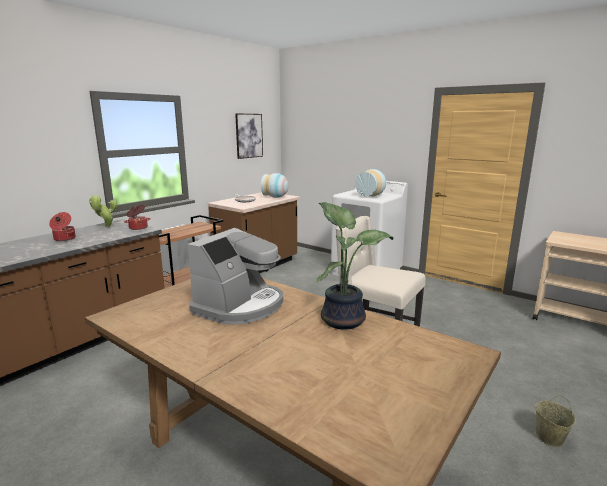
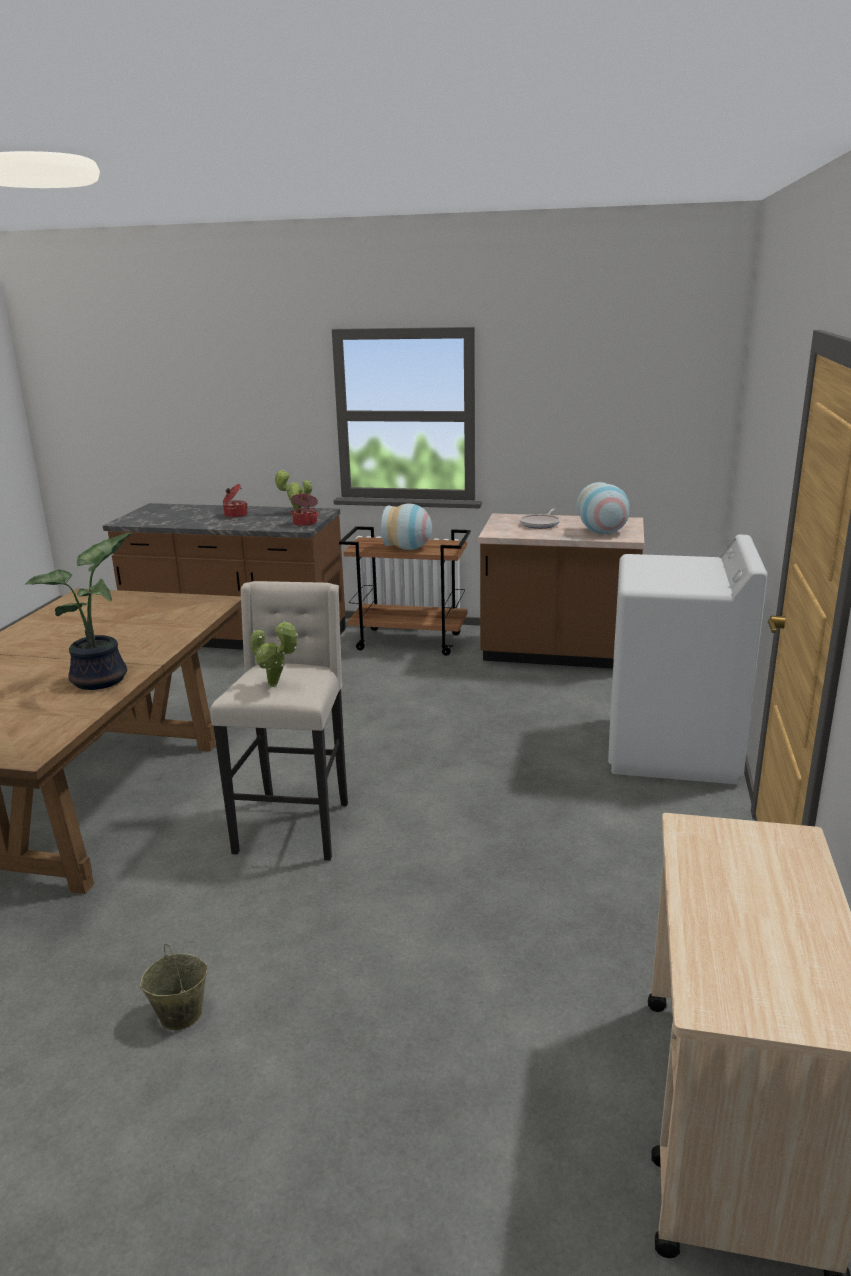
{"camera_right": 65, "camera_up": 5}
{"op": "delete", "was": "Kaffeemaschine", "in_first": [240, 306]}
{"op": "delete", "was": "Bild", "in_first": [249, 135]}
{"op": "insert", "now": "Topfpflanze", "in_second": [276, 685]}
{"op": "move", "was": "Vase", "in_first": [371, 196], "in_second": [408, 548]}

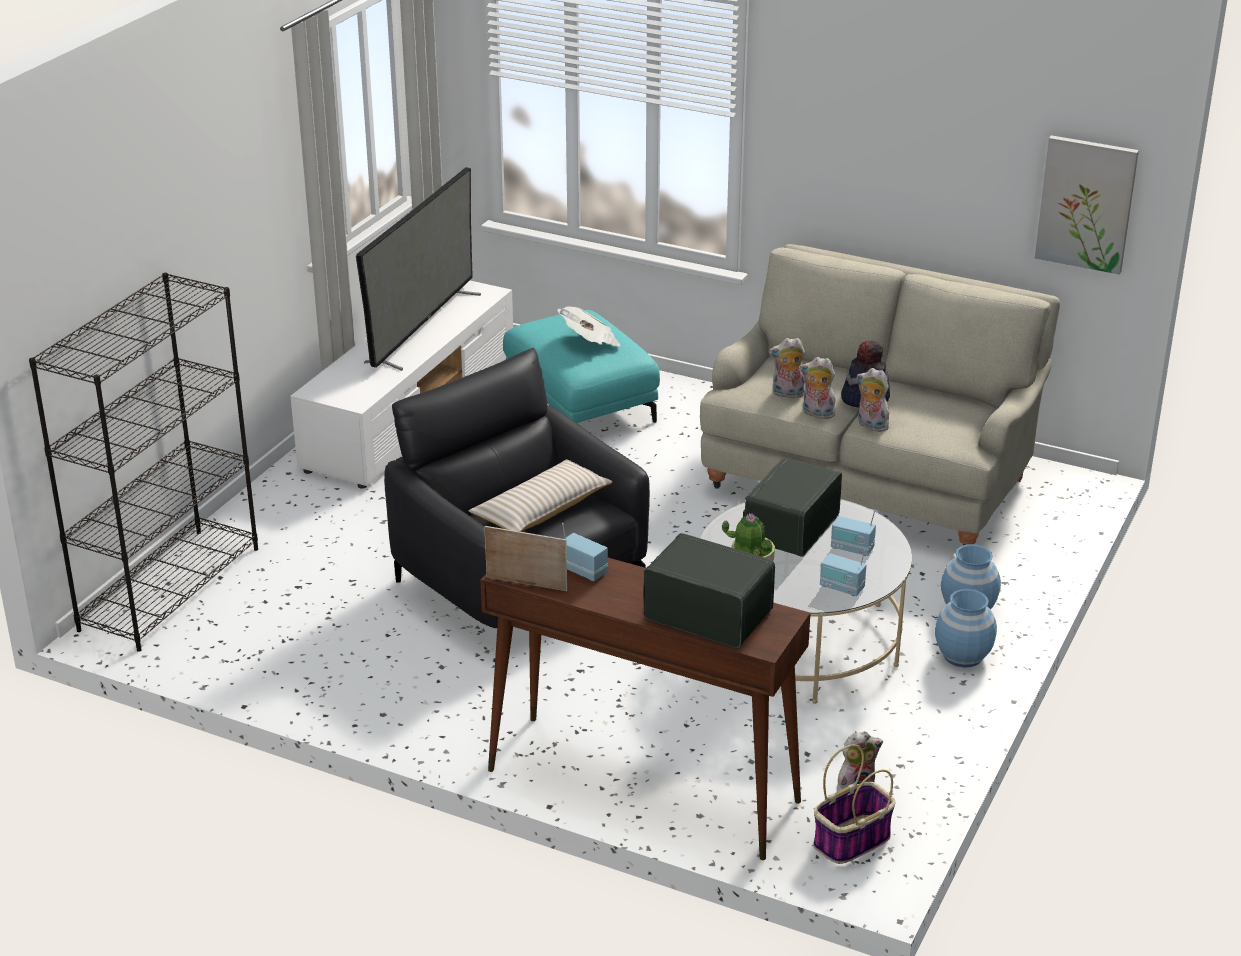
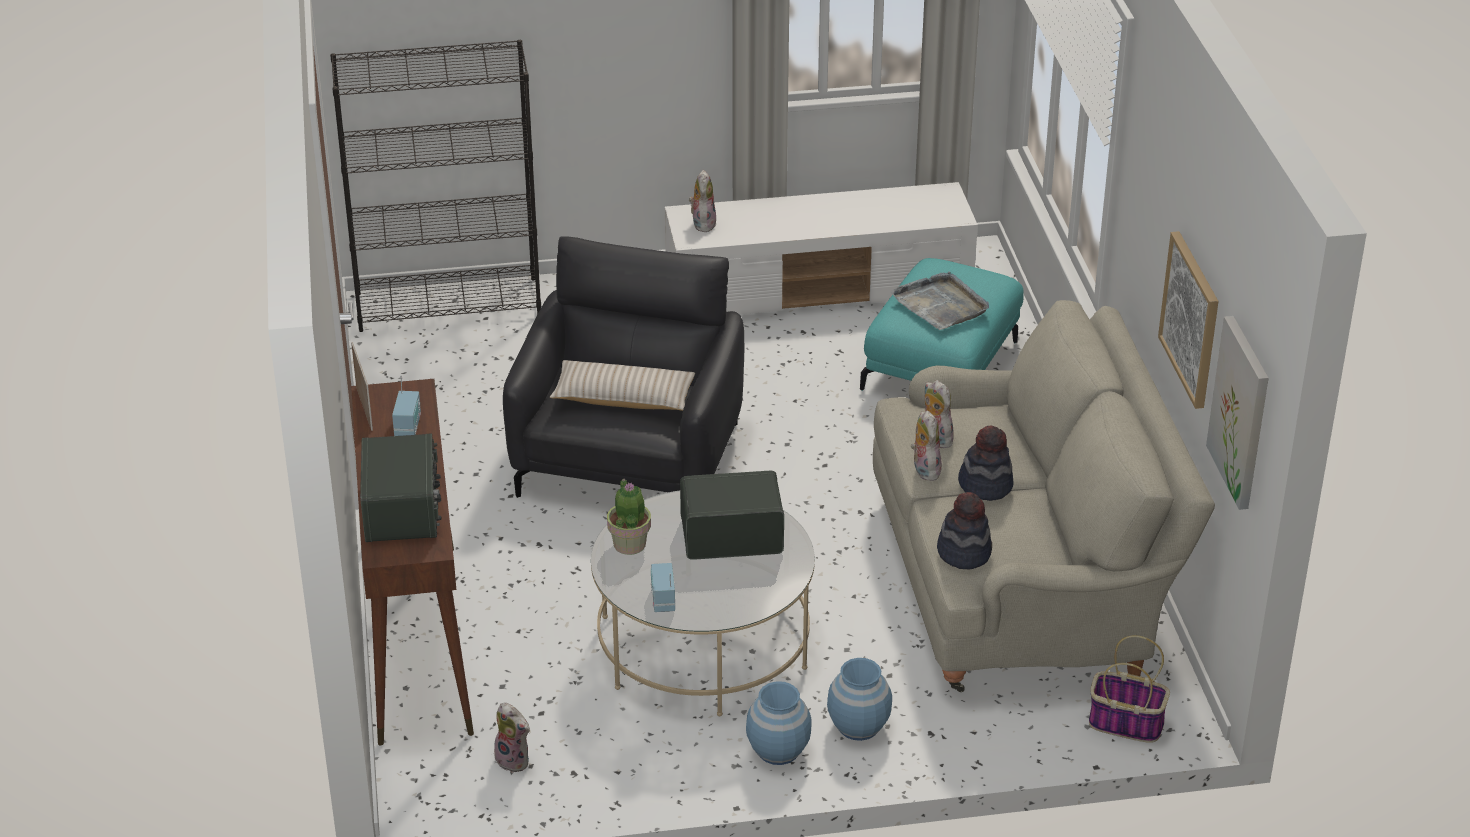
{"camera_right": 55, "camera_up": 5}
{"op": "delete", "was": "Fernseher", "in_first": [423, 328]}
{"op": "delete", "was": "Radio", "in_first": [852, 549]}
{"op": "insert", "now": "Hut", "in_second": [964, 552]}
{"op": "insert", "now": "Bild", "in_second": [1191, 319]}
{"op": "move", "was": "Korb", "in_first": [851, 841], "in_second": [1124, 723]}
{"op": "move", "was": "Plüschtier", "in_first": [870, 425], "in_second": [702, 223]}
{"op": "replace", "was": "Zeitung", "now": "Tablett [grau]", "in_first": [590, 342], "in_second": [941, 304]}

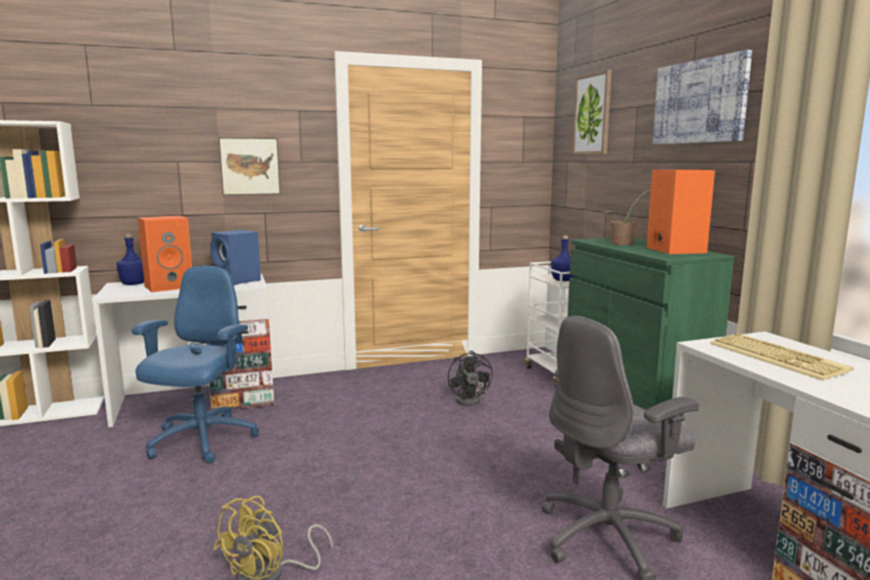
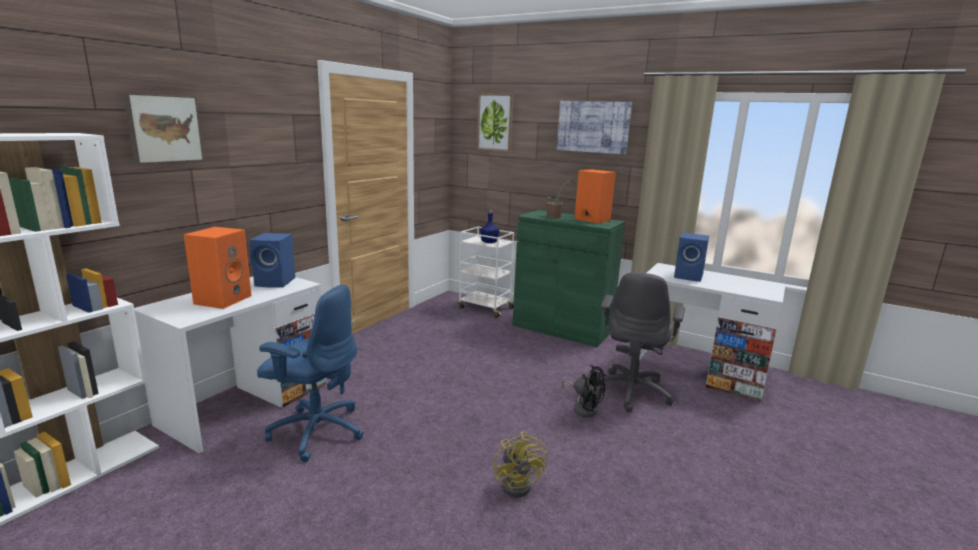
{"camera_right": -40, "camera_up": 5}
{"op": "delete", "was": "Flasche [blau]", "in_first": [133, 284]}
{"op": "move", "was": "Bild", "in_first": [249, 166], "in_second": [164, 128]}
{"op": "move", "was": "Ventilator [schwarz]", "in_first": [471, 399], "in_second": [583, 408]}
{"op": "replace", "was": "Tastatur", "now": "Lautsprecher [blau]", "in_first": [778, 357], "in_second": [689, 276]}
{"op": "rotate", "was": "Bürostuhl [blau]", "in_first": [201, 441], "in_second": [316, 430], "clockwise": 135}

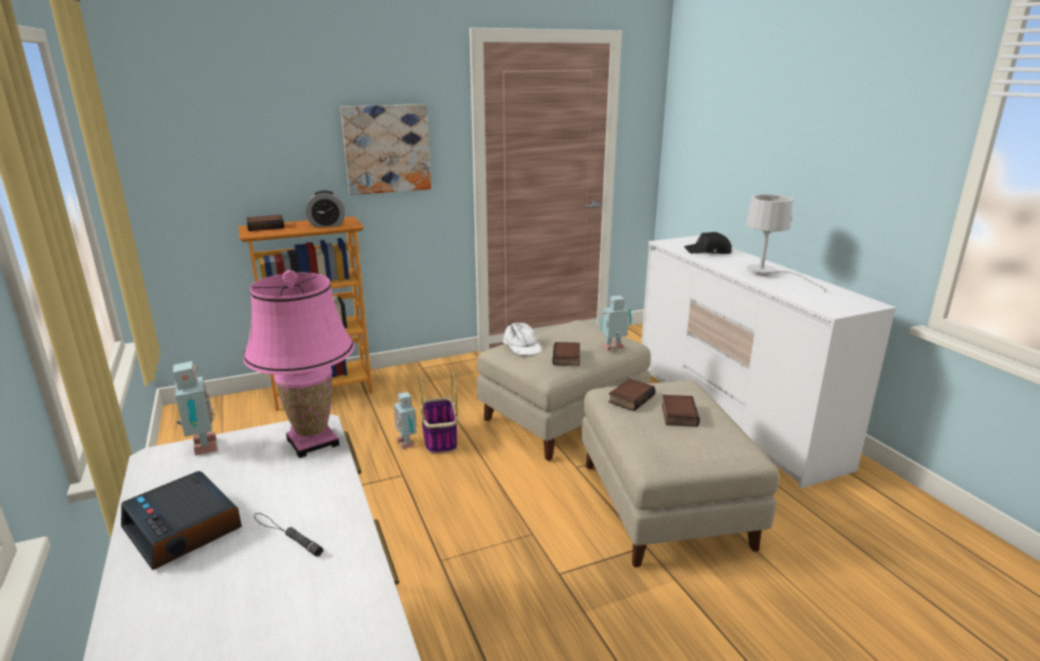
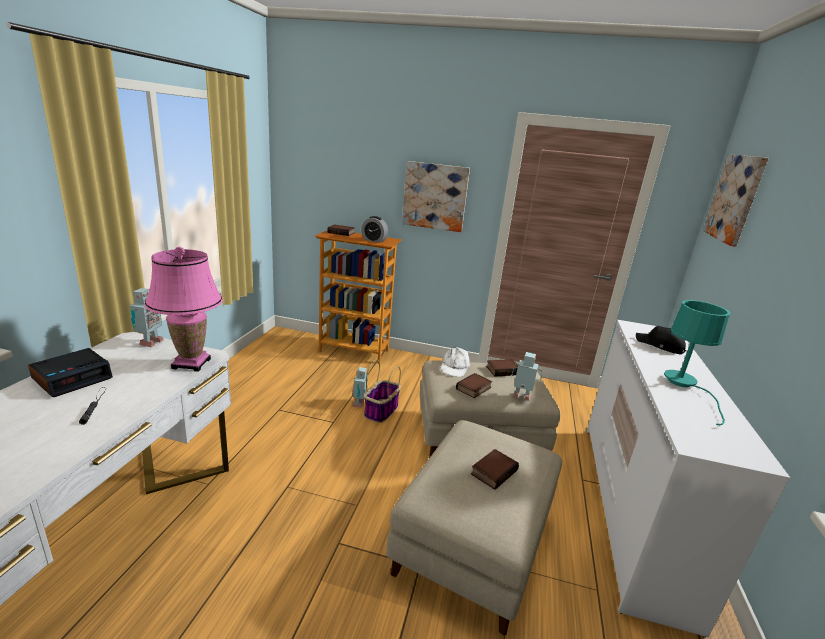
{"camera_right": 35, "camera_up": 0}
{"op": "insert", "now": "Bild", "in_second": [735, 198]}
{"op": "move", "was": "Buch", "in_first": [630, 398], "in_second": [503, 370]}
{"op": "recolor", "was": "Tischlampe [weiß]", "now": "Tischlampe [türkis]", "in_first": [769, 275], "in_second": [685, 386]}
{"op": "rotate", "was": "Wecker", "in_first": [184, 528], "in_second": [73, 378], "clockwise": -135}

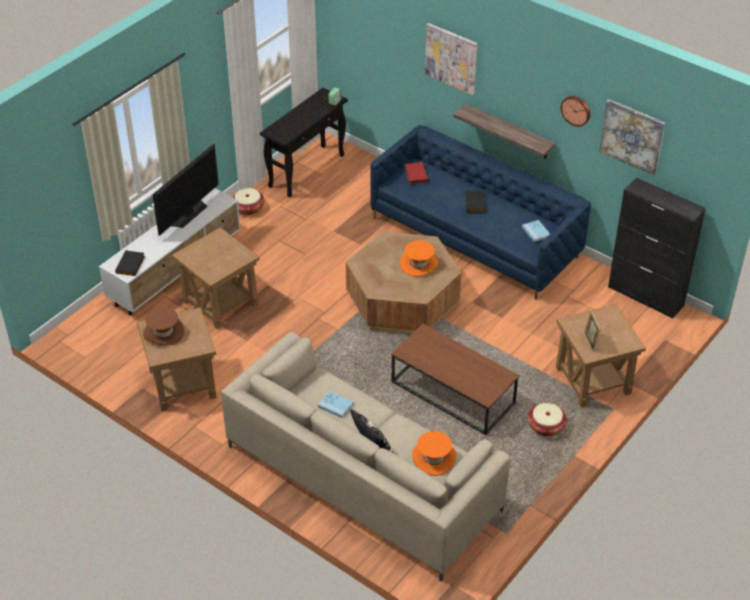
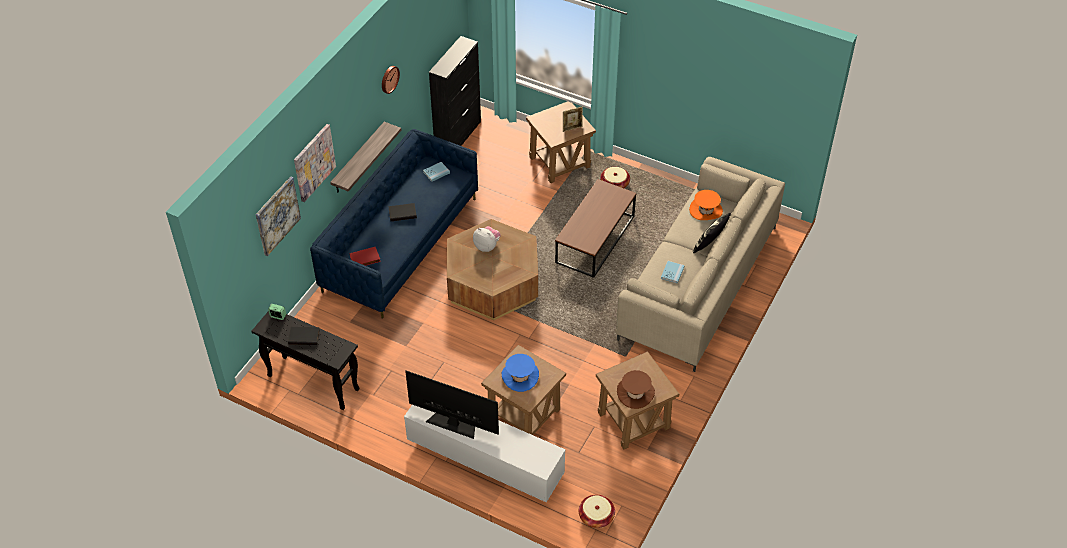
{"camera_right": -100, "camera_up": 5}
{"op": "insert", "now": "Hut [blau]", "in_second": [520, 376]}
{"op": "move", "was": "Buch [schwarz]", "in_first": [131, 265], "in_second": [304, 336]}
{"op": "move", "was": "Korb", "in_first": [248, 208], "in_second": [596, 517]}
{"op": "move", "was": "Bild", "in_first": [632, 136], "in_second": [277, 215]}
{"op": "replace", "was": "Hut [orange]", "now": "Plüschtier", "in_first": [419, 264], "in_second": [487, 246]}

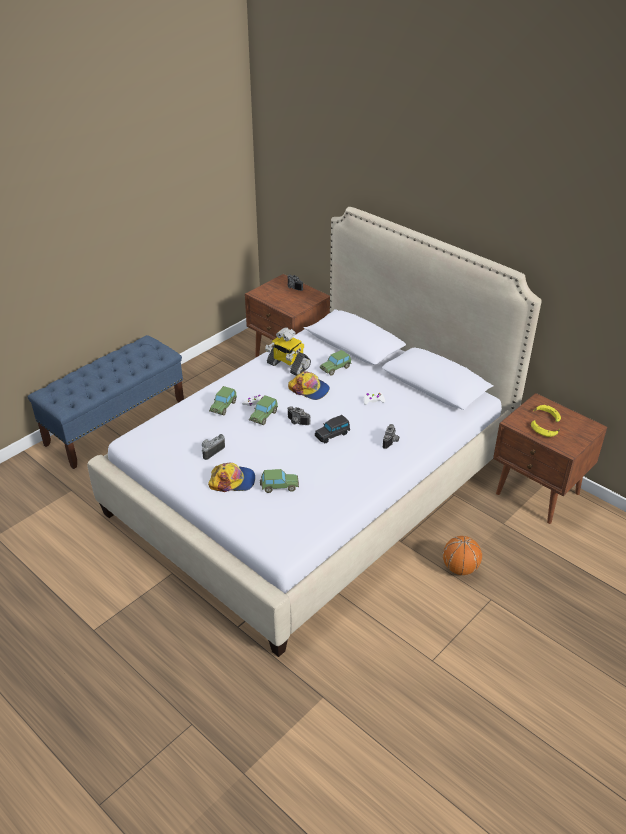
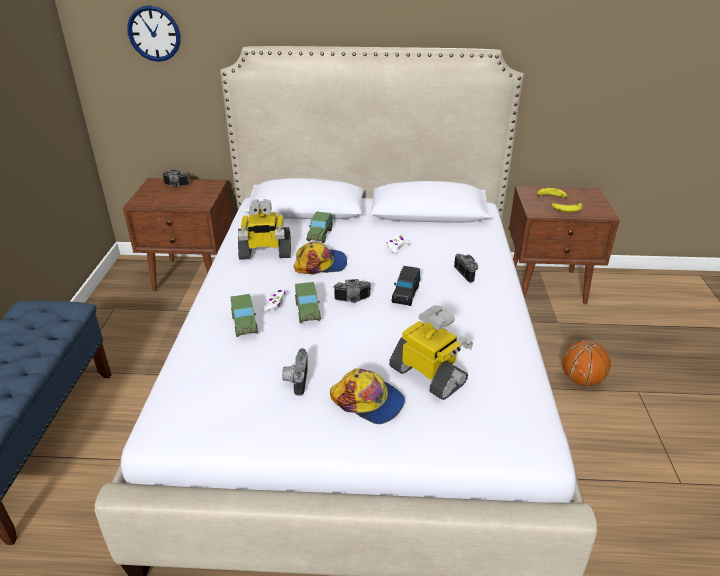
{"camera_right": -40, "camera_up": -5}
{"op": "insert", "now": "Wanduhr", "in_second": [154, 33]}
{"op": "replace", "was": "Spielzeugauto", "now": "Spielzeugroboter", "in_first": [279, 486], "in_second": [429, 375]}
{"op": "rotate", "was": "Kappe", "in_first": [232, 481], "in_second": [368, 401], "clockwise": 75}

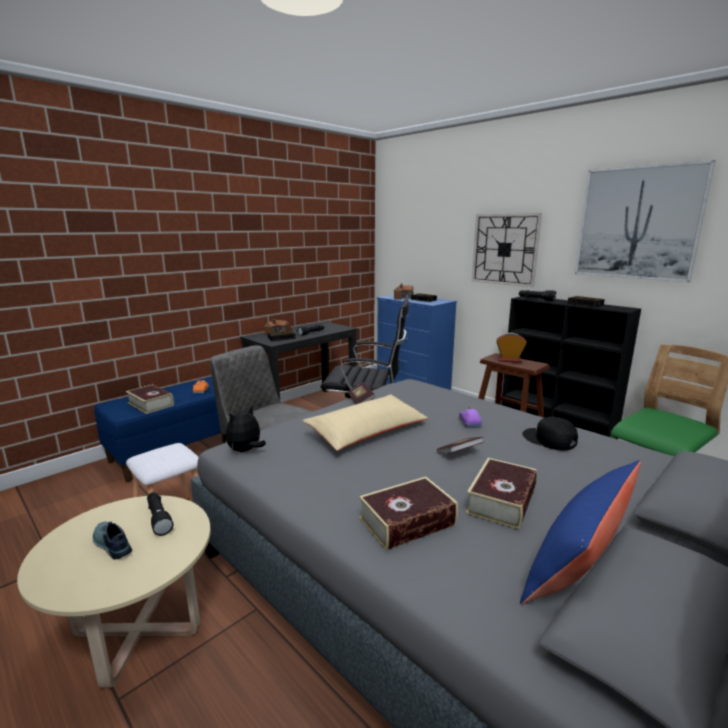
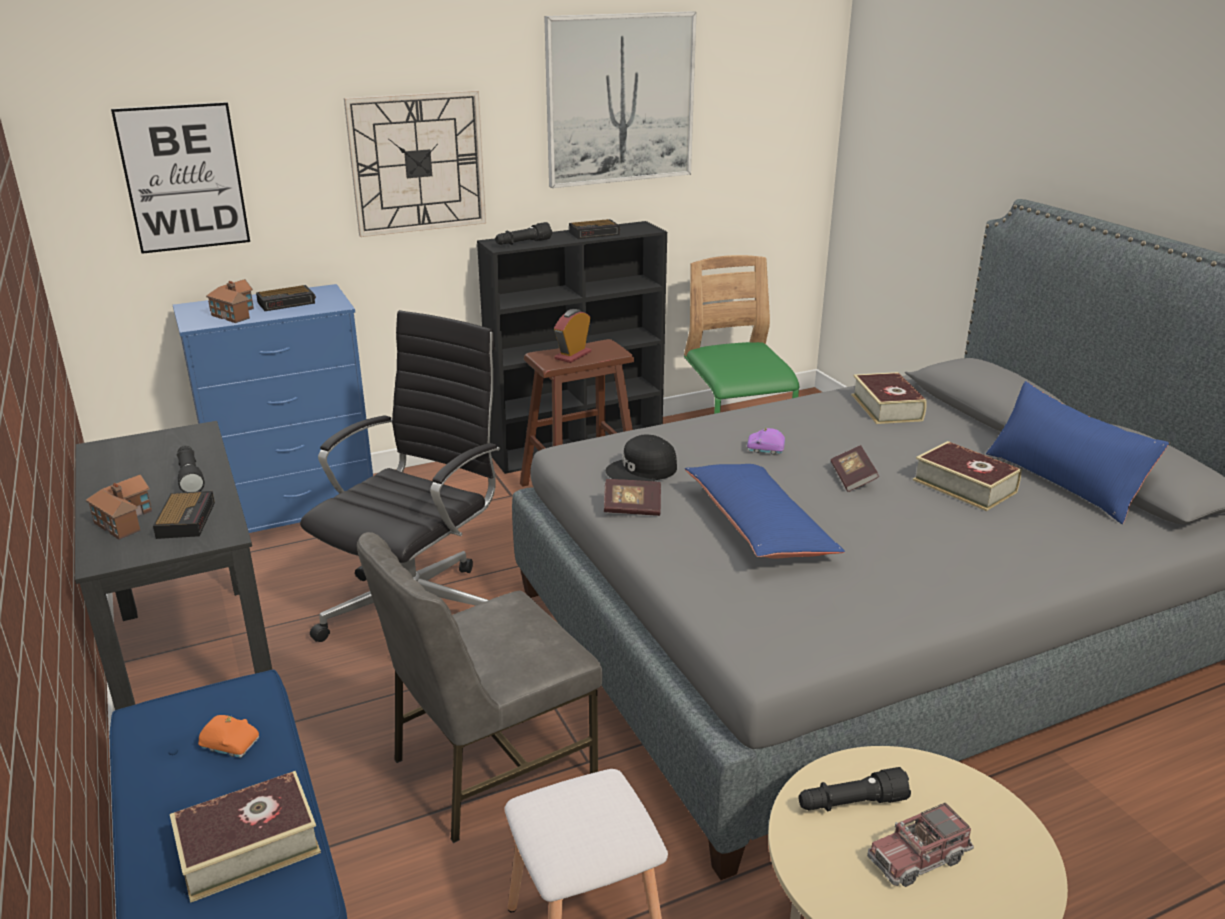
{"camera_right": -70, "camera_up": 10}
{"op": "delete", "was": "Plüschtier", "in_first": [245, 451]}
{"op": "insert", "now": "Bild", "in_second": [183, 178]}
{"op": "move", "was": "Buch", "in_first": [407, 521], "in_second": [886, 407]}
{"op": "move", "was": "Kappe [schwarz]", "in_first": [549, 439], "in_second": [642, 470]}
{"op": "replace", "was": "Schuh", "now": "Spielzeuglaster", "in_first": [111, 545], "in_second": [918, 857]}
{"op": "recolor", "was": "Kissen [beige]", "now": "Kissen [blau]", "in_first": [367, 432], "in_second": [758, 527]}

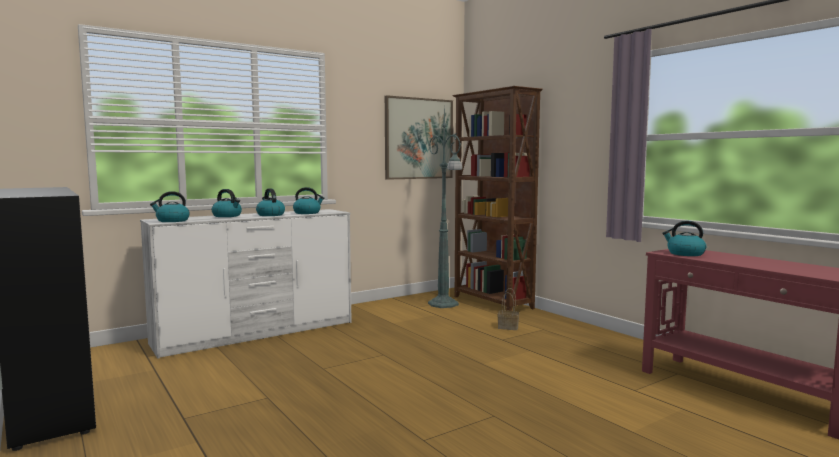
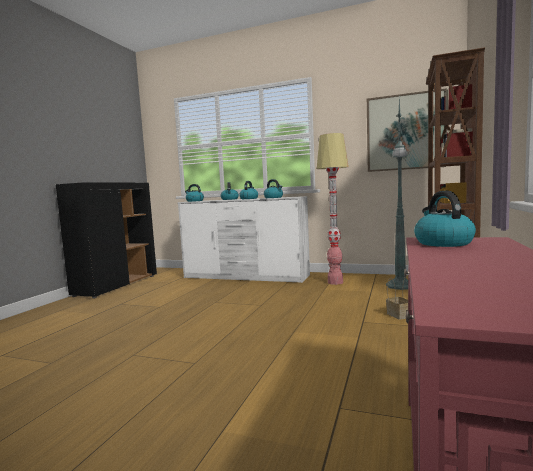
{"camera_right": 55, "camera_up": 0}
{"op": "insert", "now": "Stehlampe", "in_second": [335, 282]}

